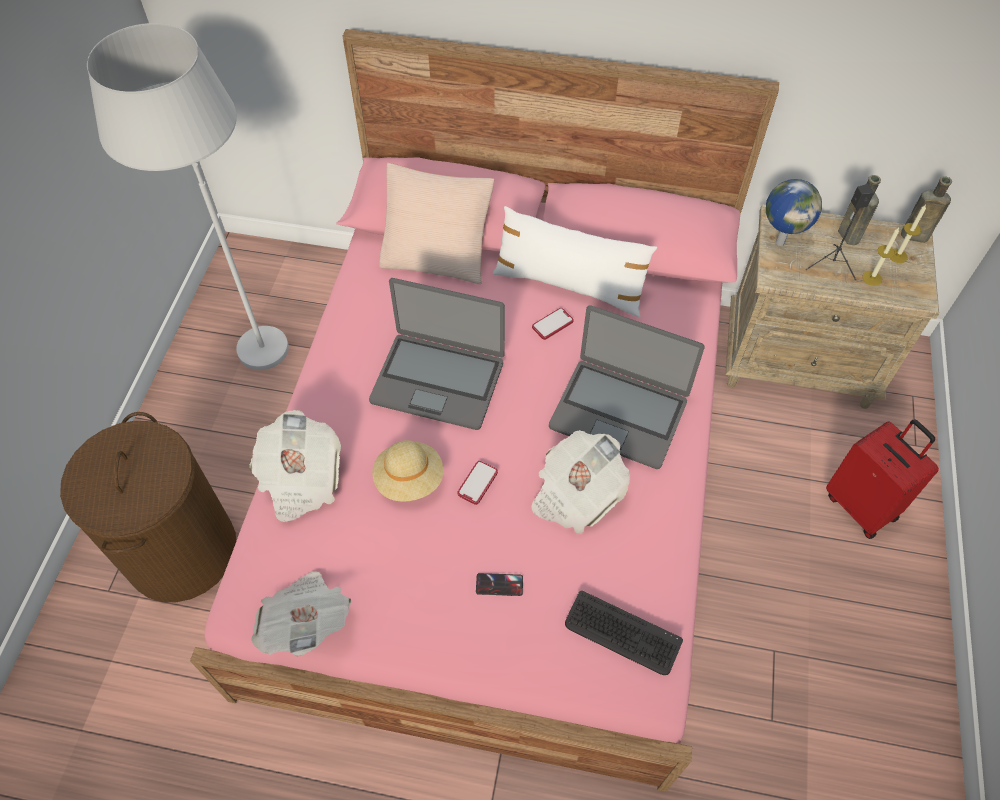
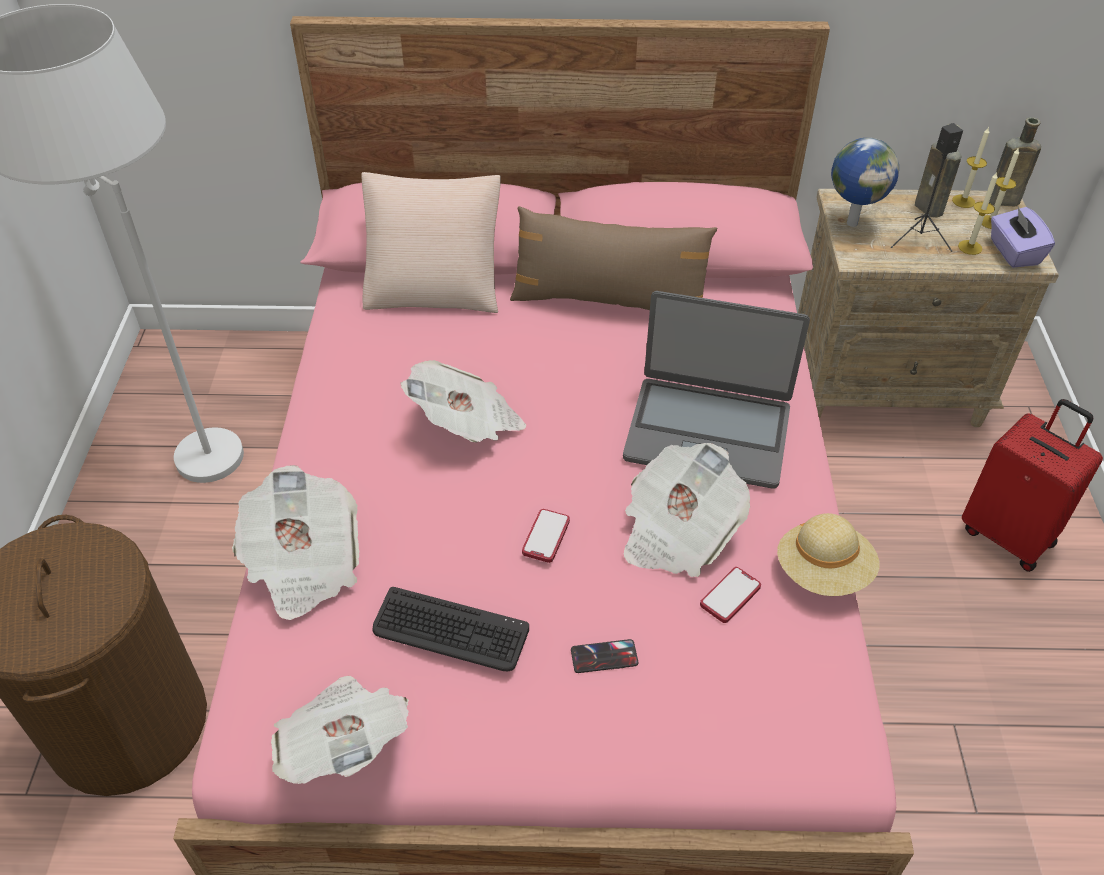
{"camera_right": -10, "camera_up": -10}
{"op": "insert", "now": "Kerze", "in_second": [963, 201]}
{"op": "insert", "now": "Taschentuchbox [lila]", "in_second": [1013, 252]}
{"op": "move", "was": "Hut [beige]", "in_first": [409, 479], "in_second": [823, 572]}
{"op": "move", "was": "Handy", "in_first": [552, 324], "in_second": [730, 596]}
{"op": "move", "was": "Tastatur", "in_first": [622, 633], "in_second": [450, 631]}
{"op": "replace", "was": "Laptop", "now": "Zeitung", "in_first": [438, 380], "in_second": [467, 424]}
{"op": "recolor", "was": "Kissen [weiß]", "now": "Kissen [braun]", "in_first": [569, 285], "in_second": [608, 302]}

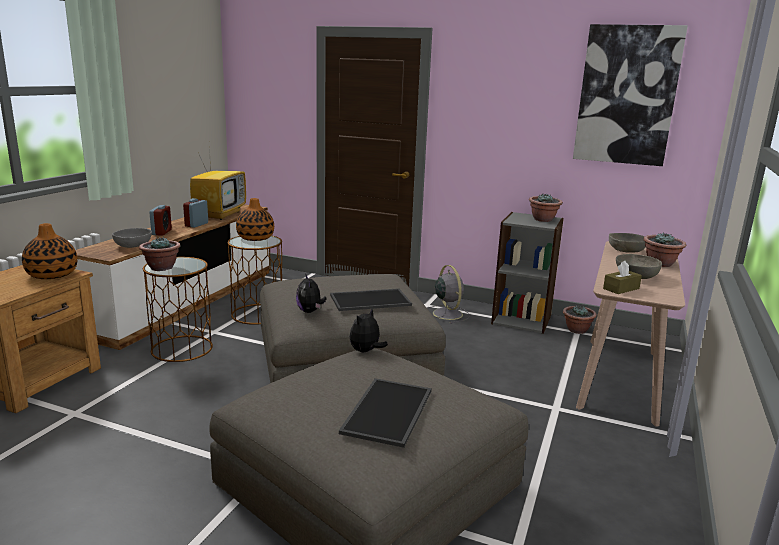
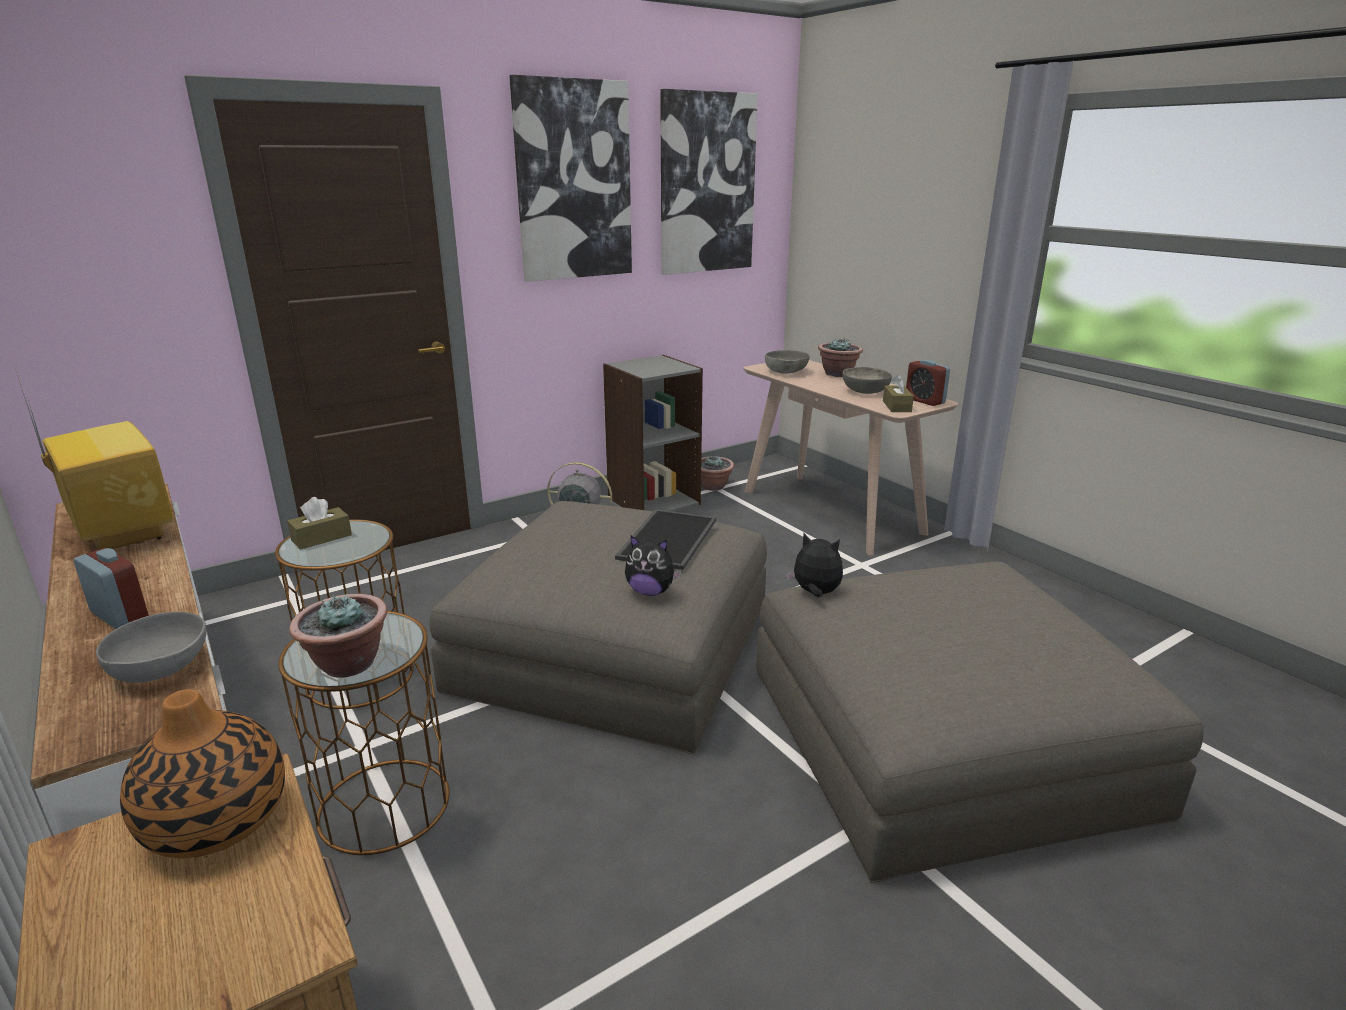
{"camera_right": -55, "camera_up": 5}
{"op": "delete", "was": "Tablett", "in_first": [389, 412]}
{"op": "delete", "was": "Topfpflanze", "in_first": [543, 220]}
{"op": "insert", "now": "Bild", "in_second": [573, 181]}
{"op": "move", "was": "Wecker", "in_first": [196, 224], "in_second": [924, 401]}
{"op": "replace", "was": "Vase", "now": "Taschentuchbox [braun]", "in_first": [255, 238], "in_second": [321, 538]}
{"op": "rotate", "was": "Plüschtier", "in_first": [366, 351], "in_second": [815, 593], "clockwise": 135}

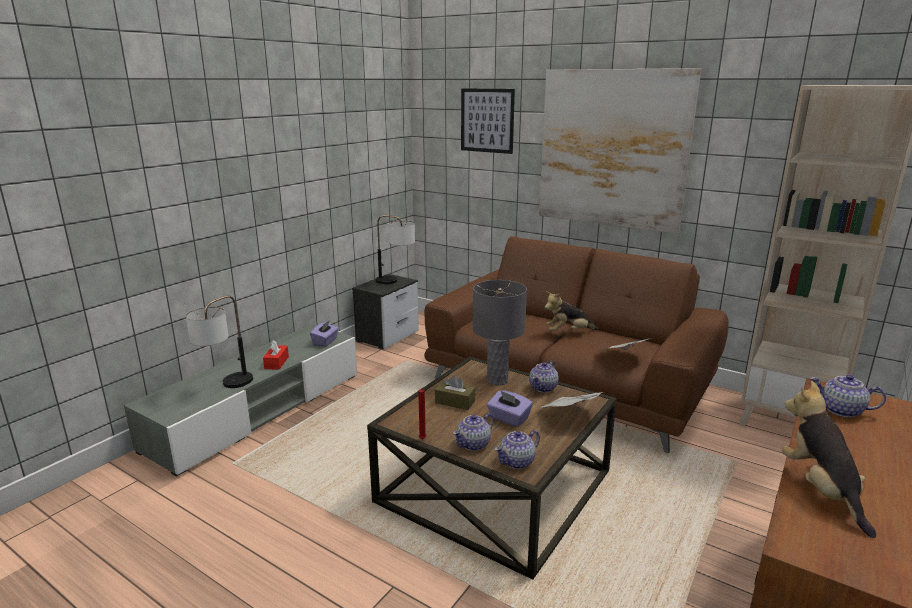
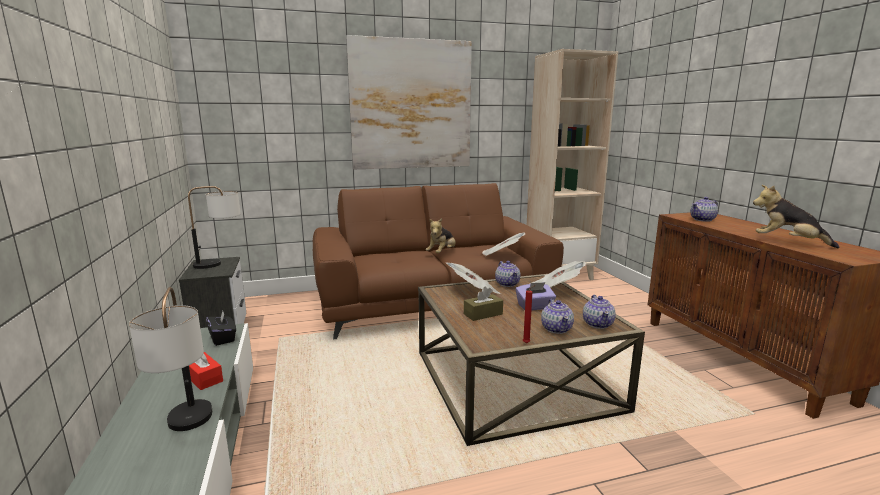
{"camera_right": -50, "camera_up": -5}
{"op": "delete", "was": "Bild", "in_first": [487, 120]}
{"op": "replace", "was": "Tischlampe [grau]", "now": "Zeitung", "in_first": [497, 380], "in_second": [473, 291]}
{"op": "recolor", "was": "Taschentuchbox [lila]", "now": "Taschentuchbox [schwarz]", "in_first": [325, 342], "in_second": [223, 338]}

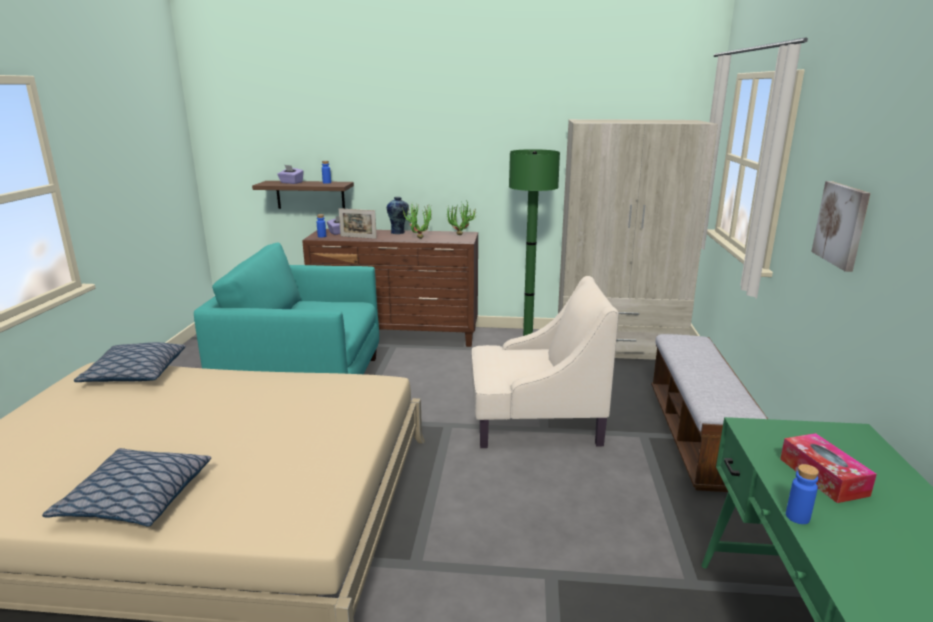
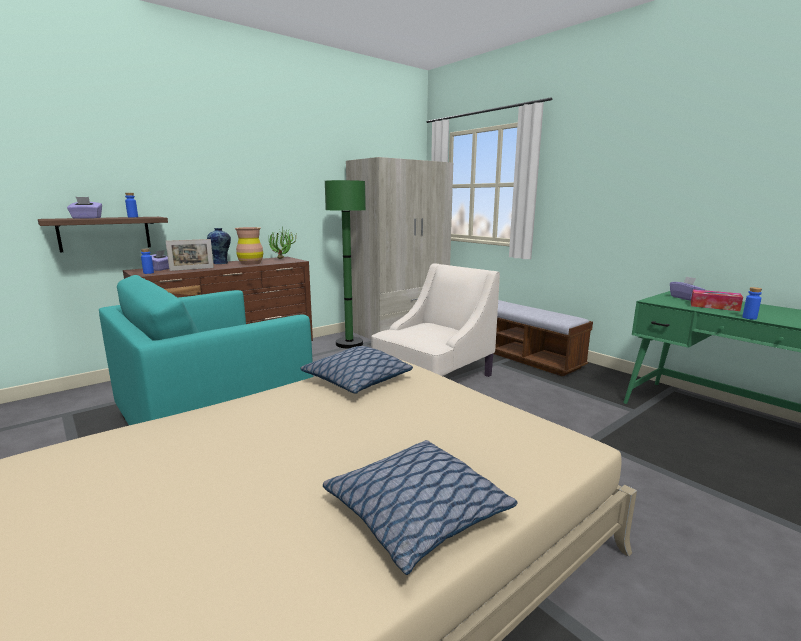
{"camera_right": -45, "camera_up": -5}
{"op": "delete", "was": "Bild", "in_first": [842, 224]}
{"op": "insert", "now": "Taschentuchbox [lila]", "in_second": [685, 298]}
{"op": "move", "was": "Kissen", "in_first": [135, 374], "in_second": [357, 381]}
{"op": "replace", "was": "Topfpflanze", "now": "Vase [braun]", "in_first": [418, 237], "in_second": [250, 263]}

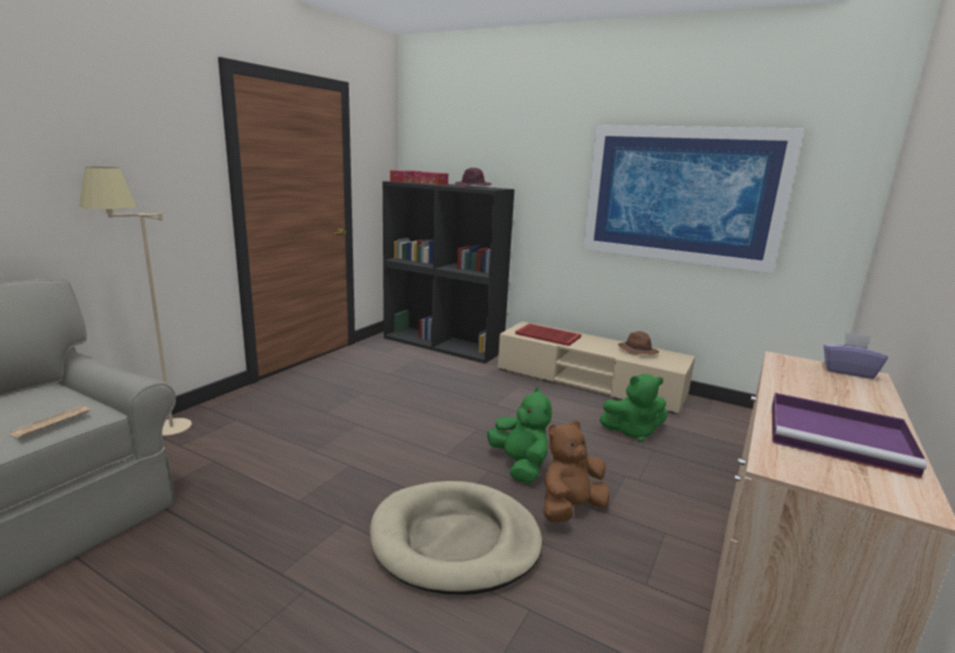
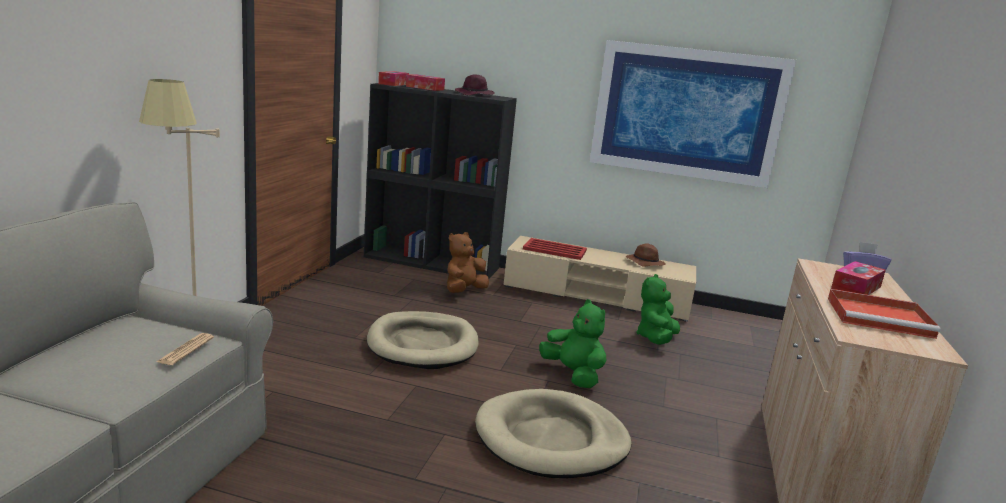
{"camera_right": -15, "camera_up": 0}
{"op": "insert", "now": "Hundebett [beige]", "in_second": [423, 344]}
{"op": "insert", "now": "Taschentuchbox", "in_second": [856, 288]}
{"op": "move", "was": "Plüschtier [braun]", "in_first": [570, 509], "in_second": [464, 291]}
{"op": "recolor", "was": "Tablett [lila]", "now": "Tablett [rot]", "in_first": [841, 438], "in_second": [881, 318]}
{"op": "rotate", "was": "Plüschtier [grün]", "in_first": [633, 431], "in_second": [656, 339], "clockwise": 135}

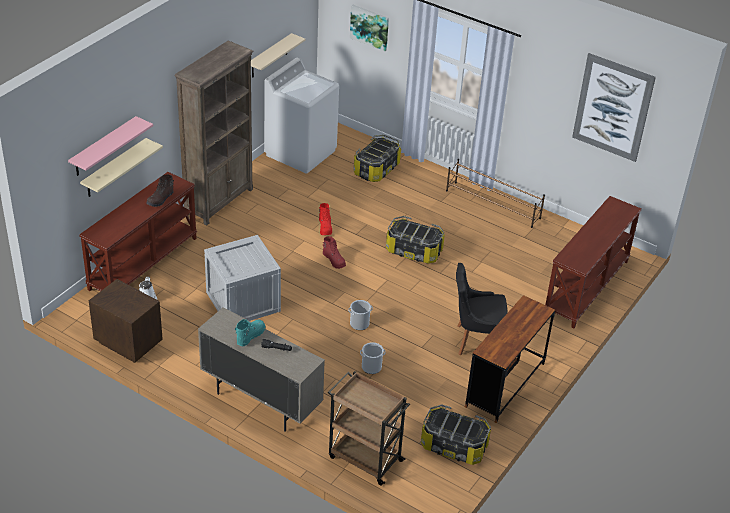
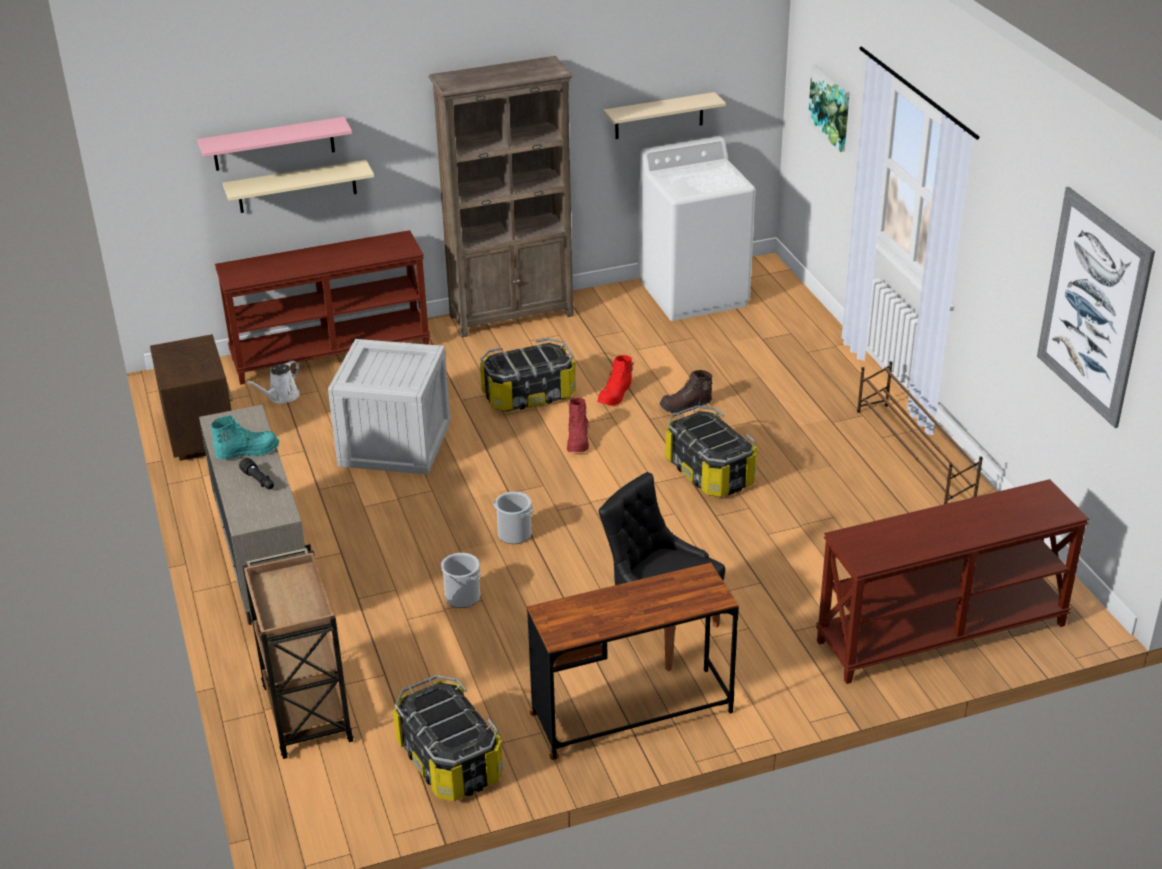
{"camera_right": 40, "camera_up": -5}
{"op": "move", "was": "Stiefel [braun]", "in_first": [160, 199], "in_second": [686, 406]}
{"op": "move", "was": "Aufbewahrungsbox", "in_first": [376, 169], "in_second": [528, 395]}

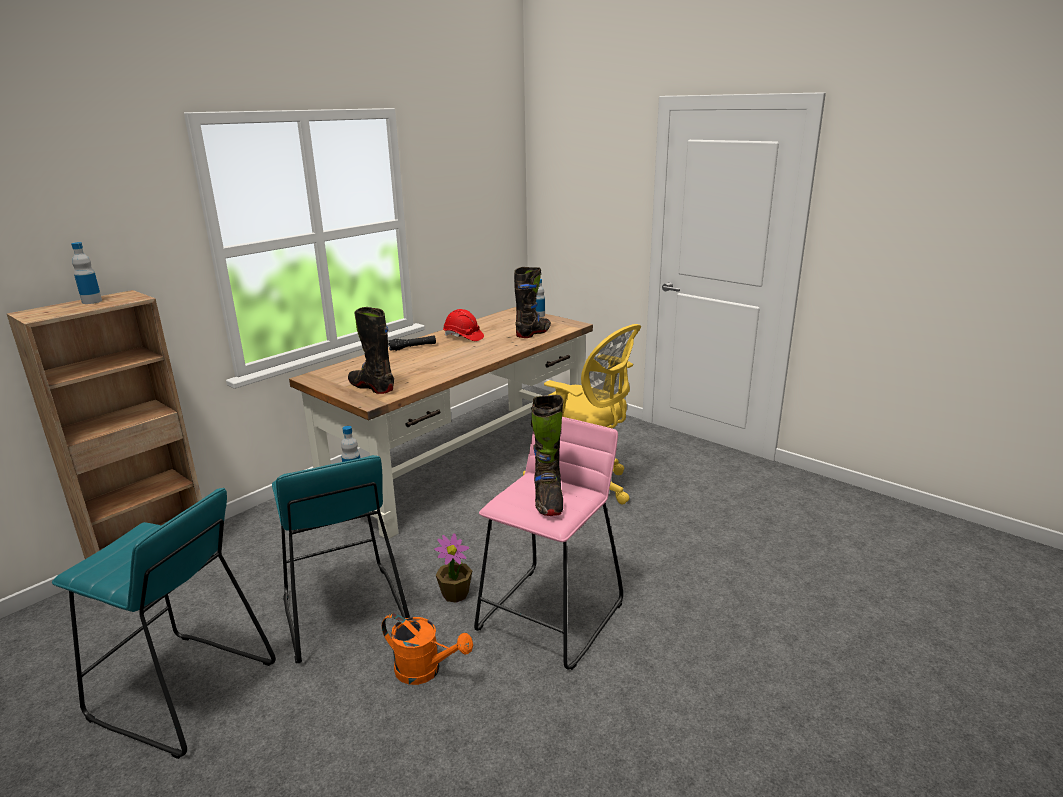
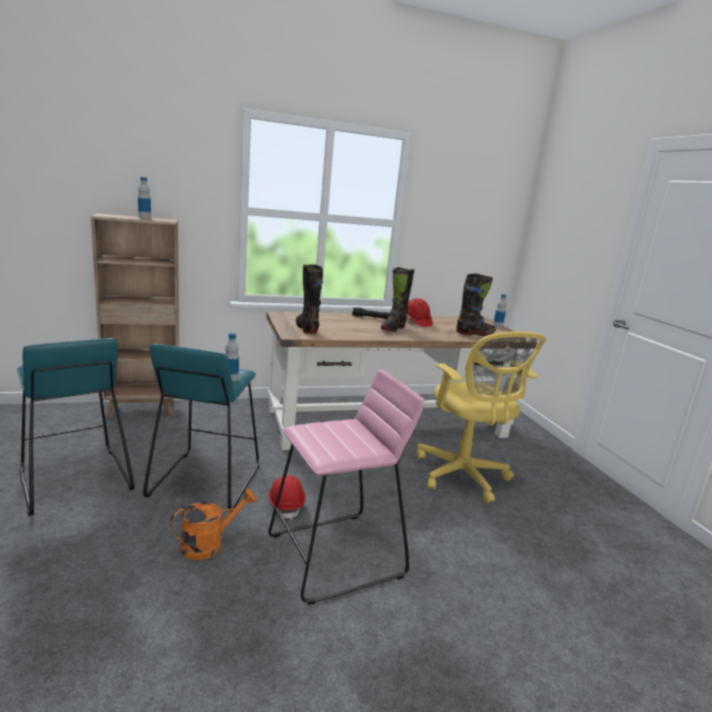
{"camera_right": 30, "camera_up": -5}
{"op": "move", "was": "Stiefel [schwarz]", "in_first": [548, 500], "in_second": [393, 328]}
{"op": "replace", "was": "Topfpflanze", "now": "Schutzhelm [rot]", "in_first": [455, 594], "in_second": [286, 504]}
{"op": "rotate", "was": "Gießkanne [orange]", "in_first": [425, 670], "in_second": [209, 544], "clockwise": -90}

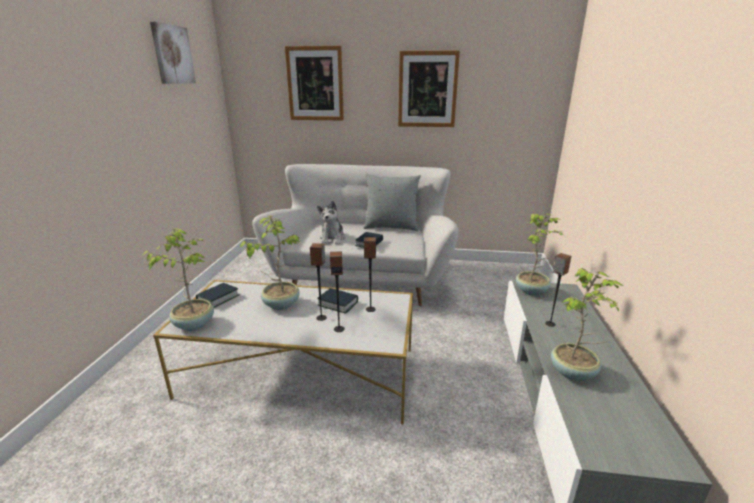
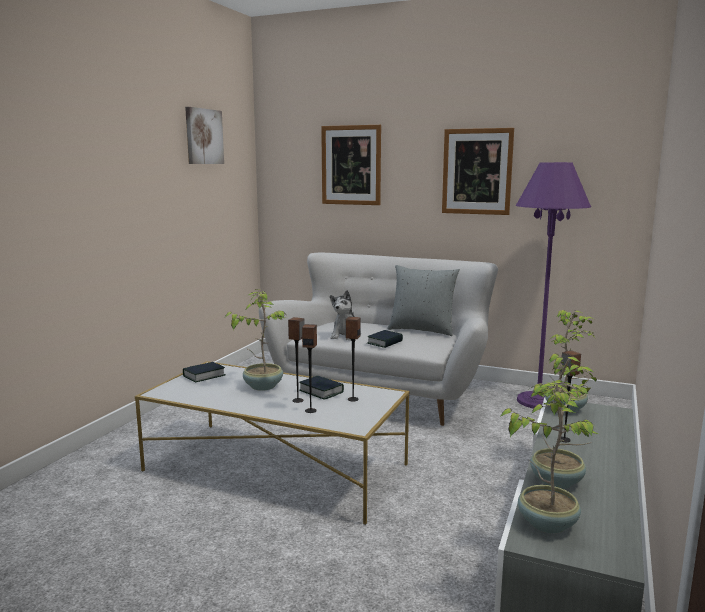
{"camera_right": 15, "camera_up": -10}
{"op": "insert", "now": "Stehlampe [lila]", "in_second": [538, 401]}
{"op": "move", "was": "Topfpflanze", "in_first": [194, 324], "in_second": [546, 522]}

